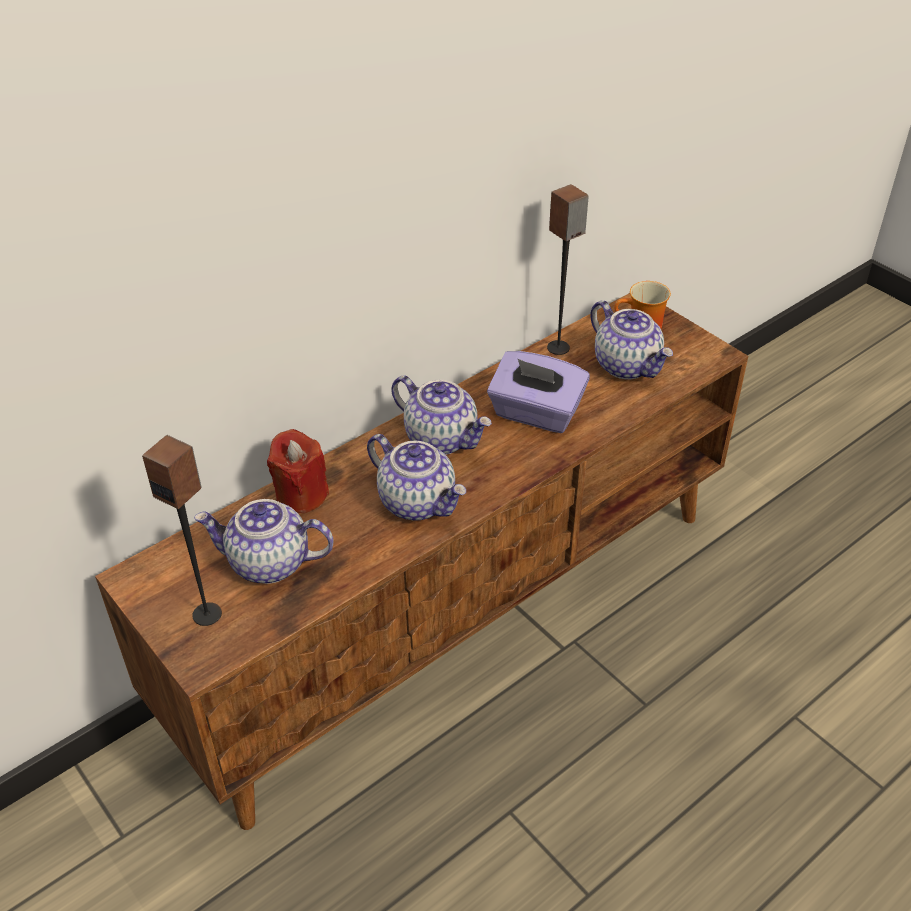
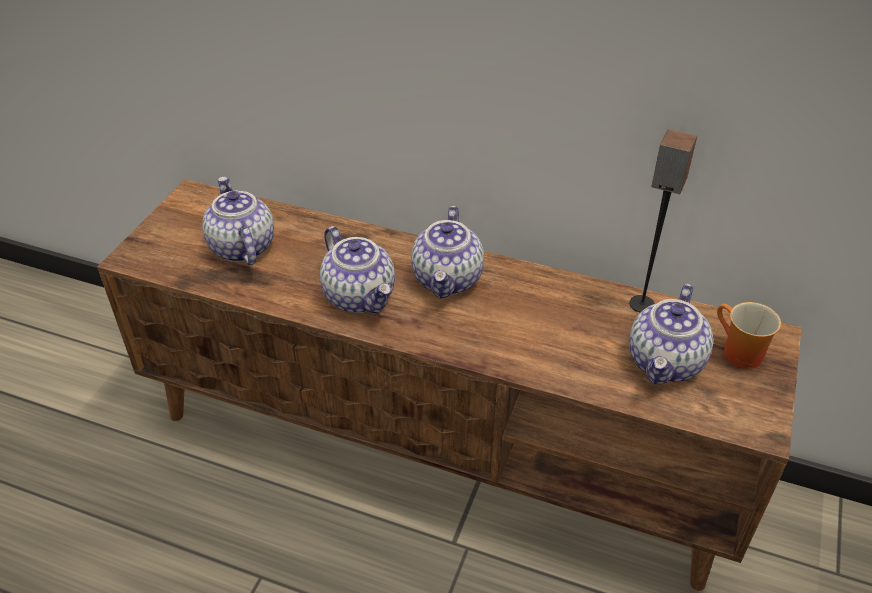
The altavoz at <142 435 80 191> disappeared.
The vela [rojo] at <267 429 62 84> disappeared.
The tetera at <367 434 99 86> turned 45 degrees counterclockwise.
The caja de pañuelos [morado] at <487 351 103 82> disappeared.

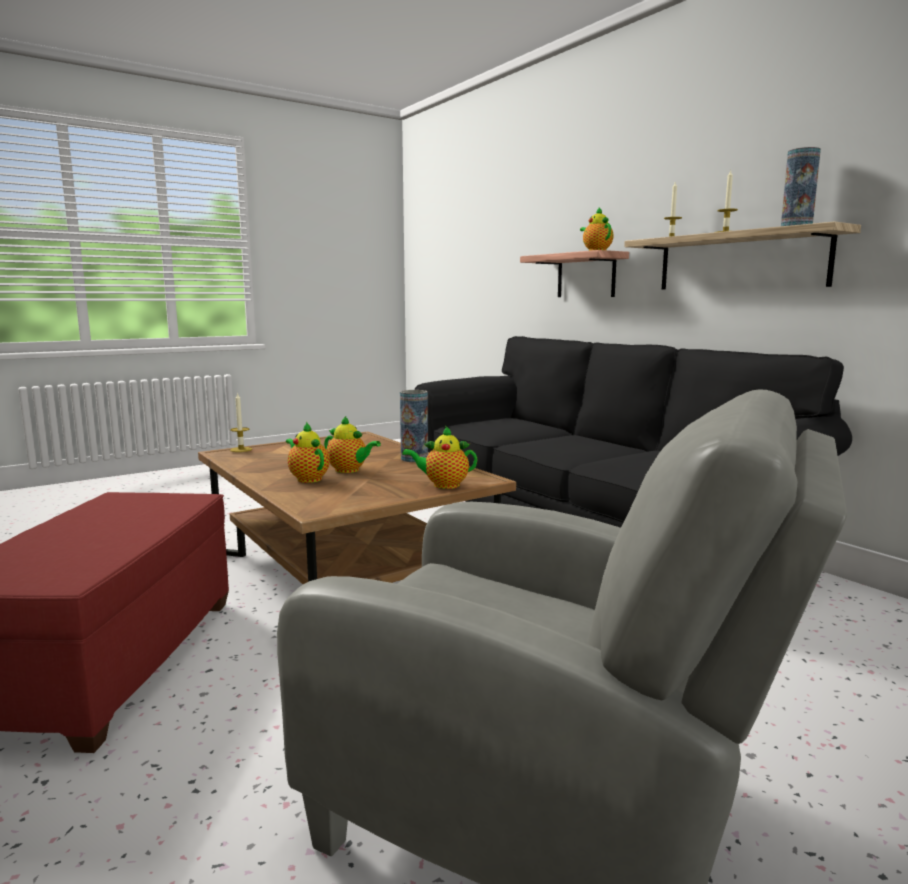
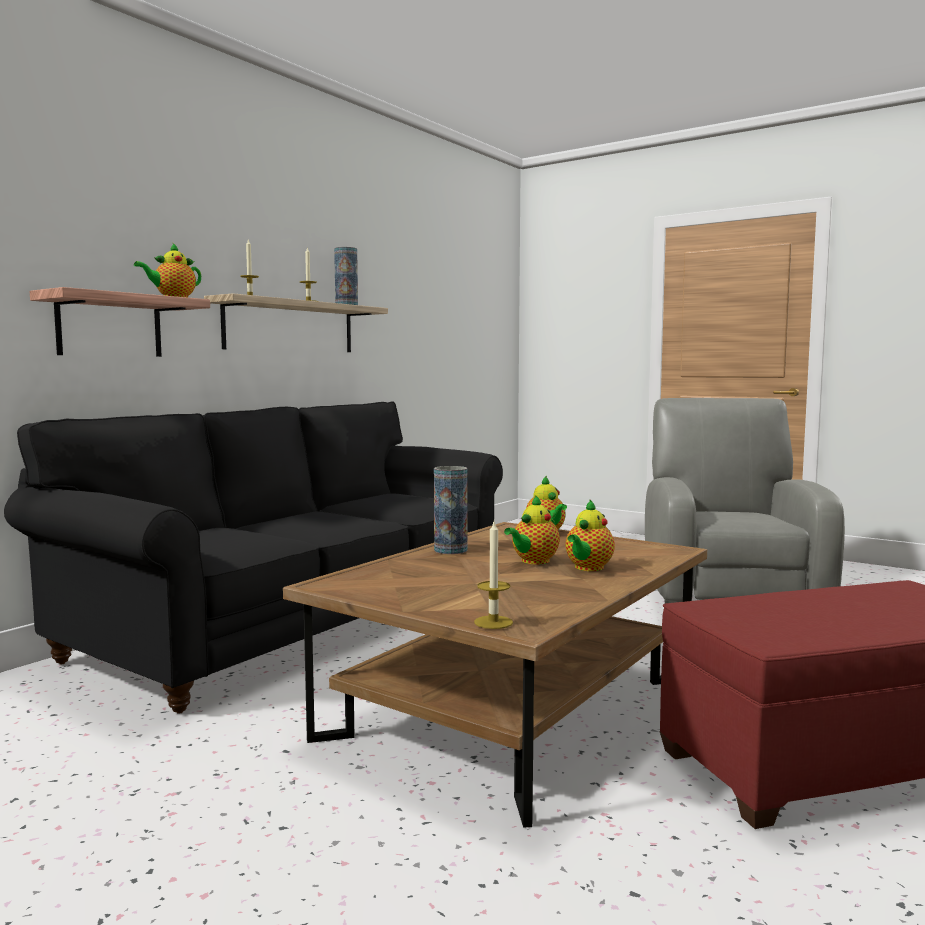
The tetera at <324 416 57 57> turned 150 degrees counterclockwise.

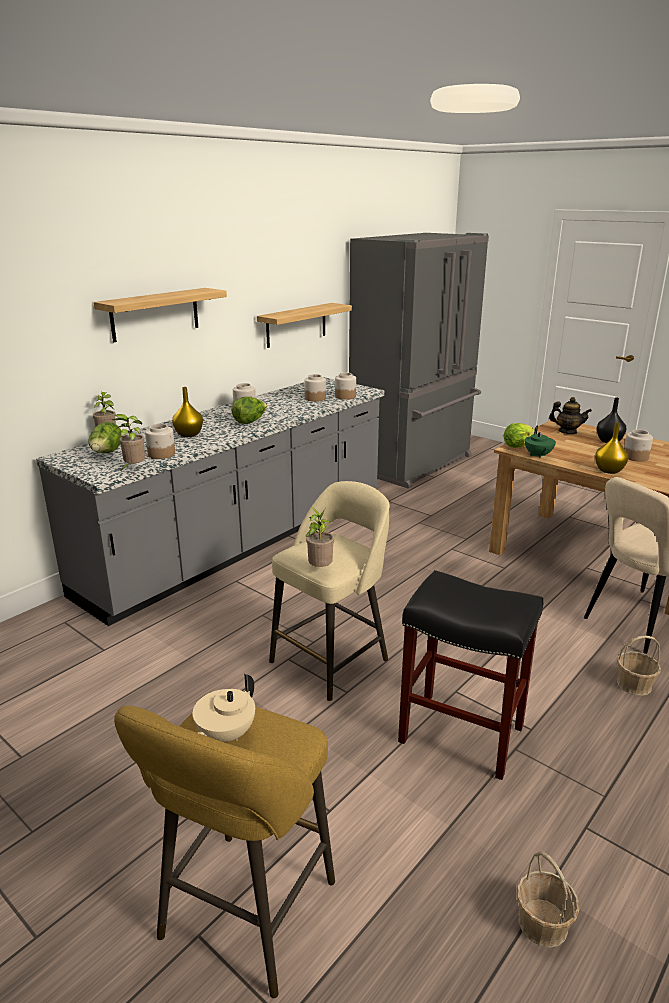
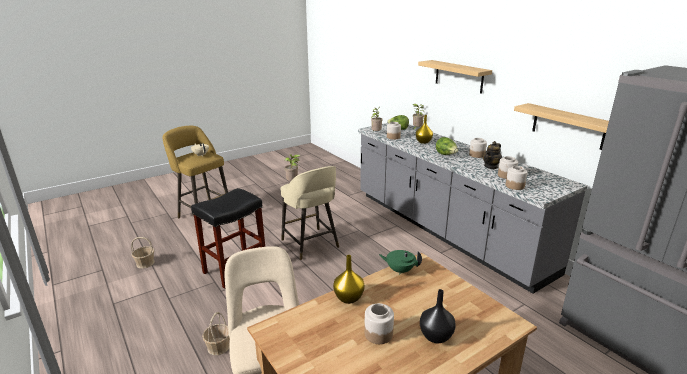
The lechuga at <503 423 32 25> disappeared.
The tetera moved from <549 397 43 37> to <482 141 20 28>.

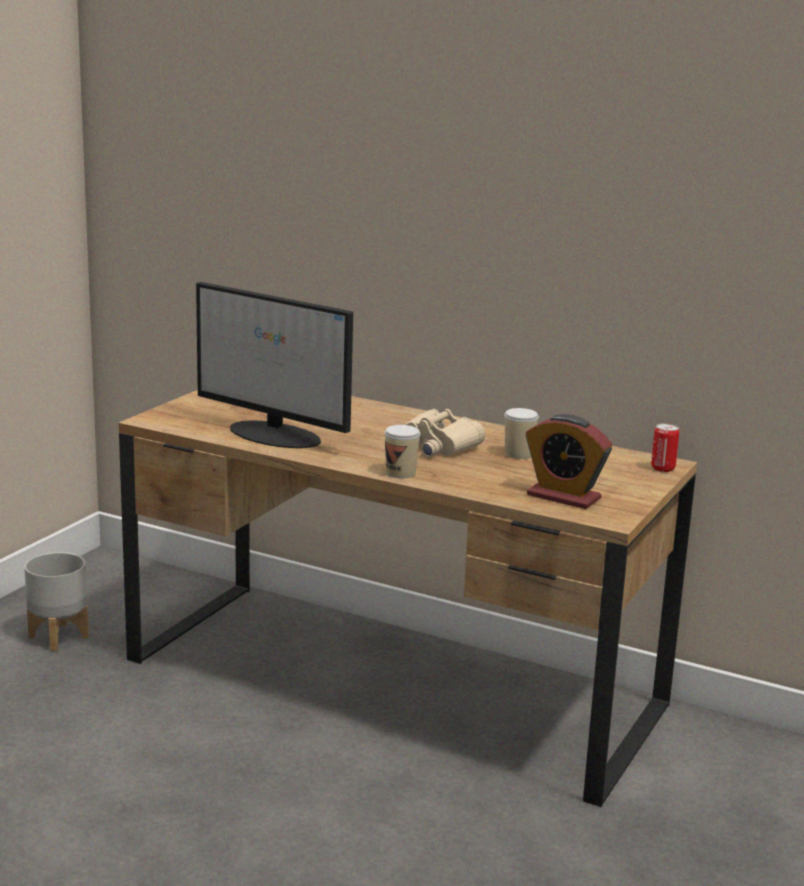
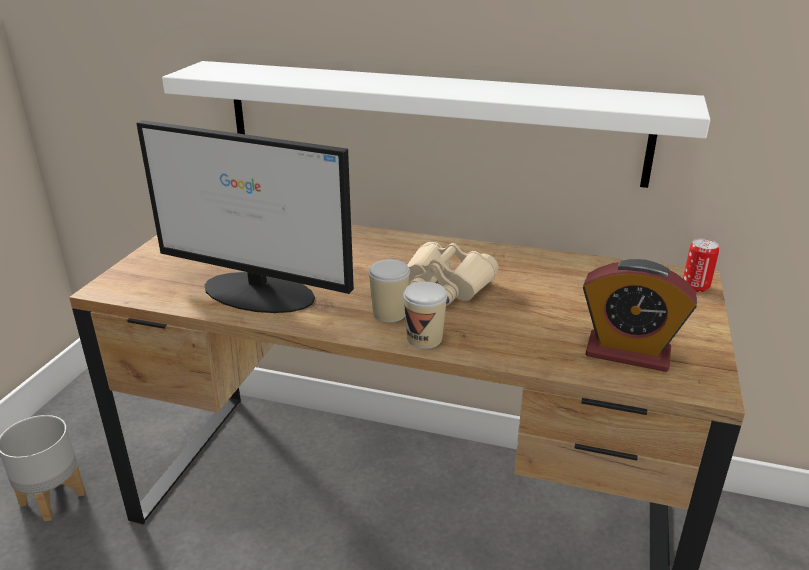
The taza moved from <504 408 35 51> to <368 259 42 63>.
The estante [blanco] at <162 61 548 127> appeared.

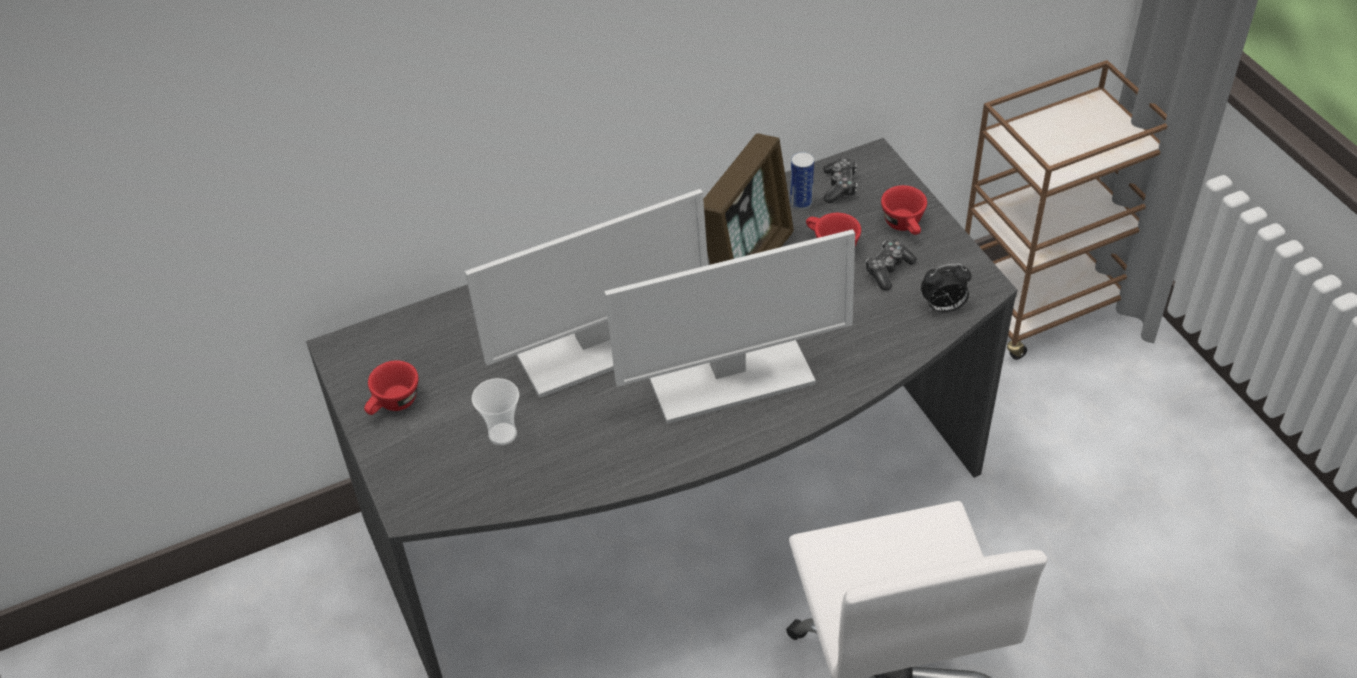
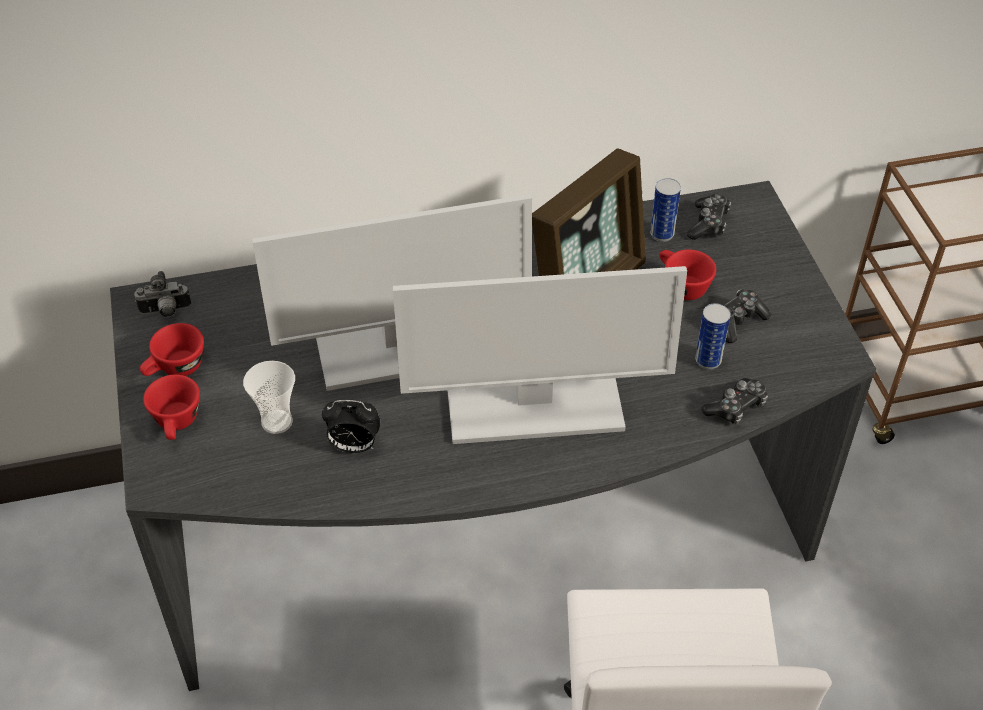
The taza [rojo] moved from <881 185 46 50> to <143 375 57 65>.
The despertador moved from <921 264 51 48> to <322 400 58 53>.
The cámara at <134 271 57 46> appeared.
The lata at <695 303 36 67> appeared.
The mando de consola at <701 378 67 46> appeared.

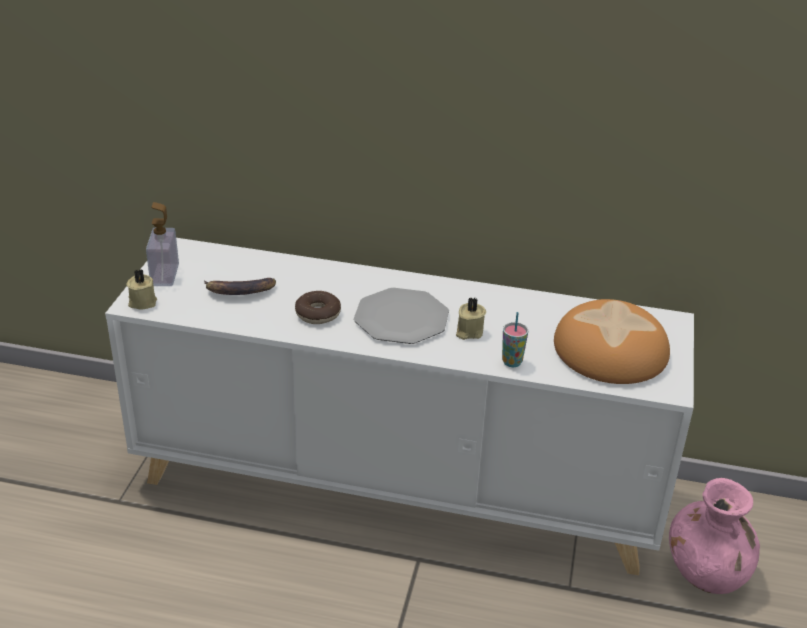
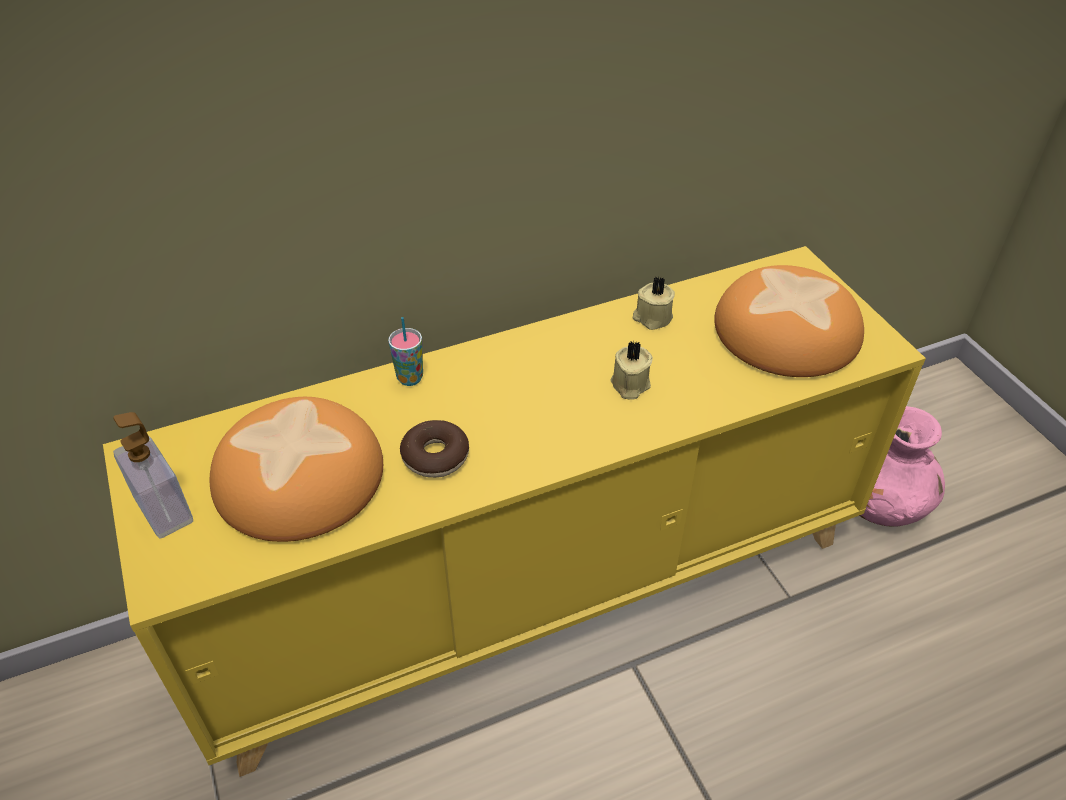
The armario [blanco] at <105 238 589 338> became the armario [amarillo] at <103 246 823 531>.
The vela [beis] moved from <126 269 31 41> to <633 277 42 53>.
The plátano at <204 278 72 17> was replaced by the pan at <210 397 173 145>.
The plato at <354 288 95 56> disappeared.
The taza moved from <502 312 26 55> to <388 317 35 69>.

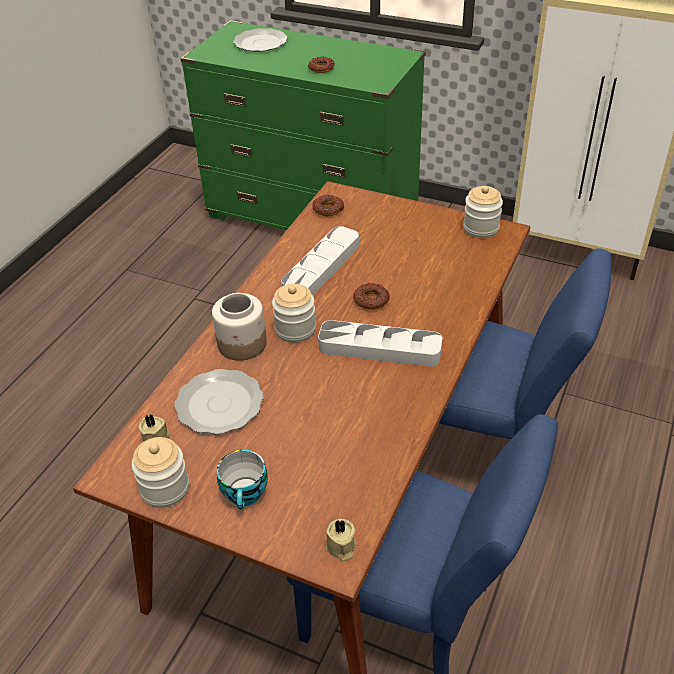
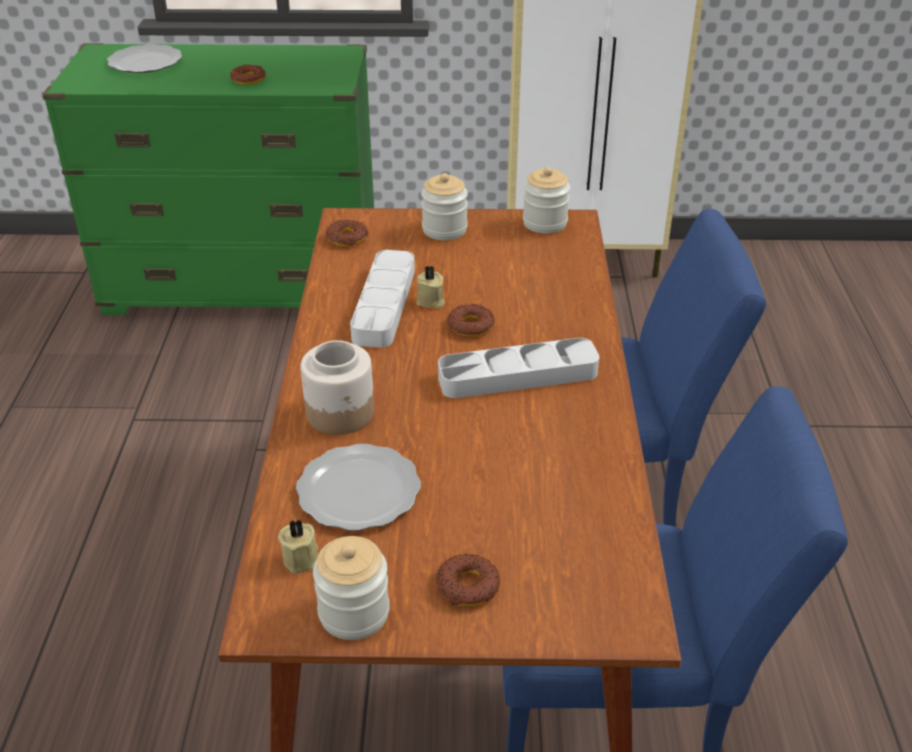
The taza at <217 450 51 60> was replaced by the rosquilla at <436 554 64 52>.
The tarro moved from <272 284 44 59> to <421 173 47 67>.
The vela [beis] moved from <325 519 32 42> to <416 266 29 43>.

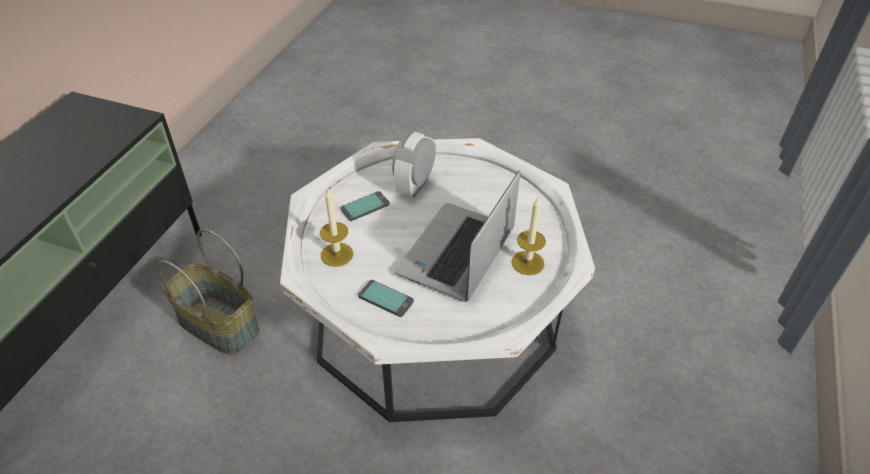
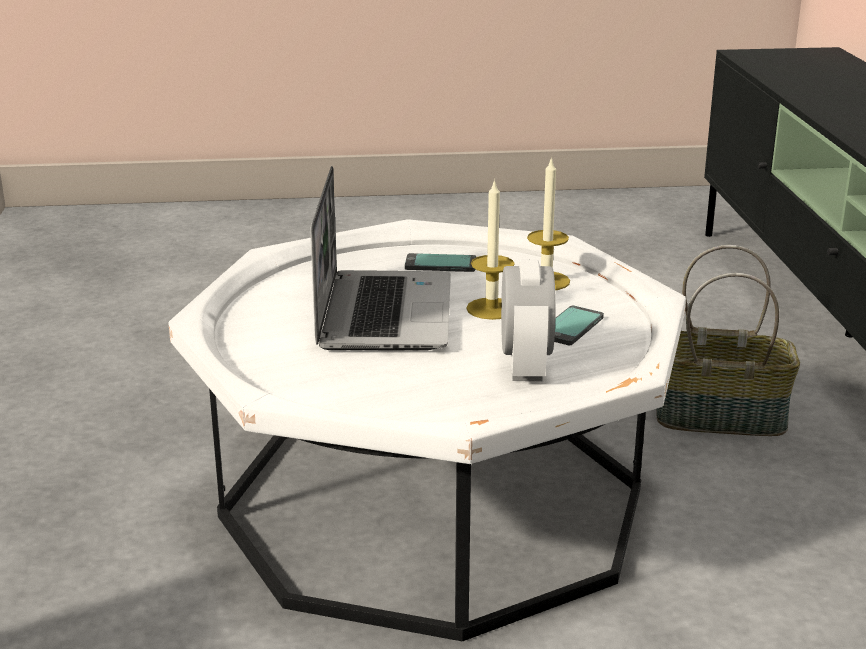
The vela moved from <512 198 34 77> to <466 179 49 141>.

